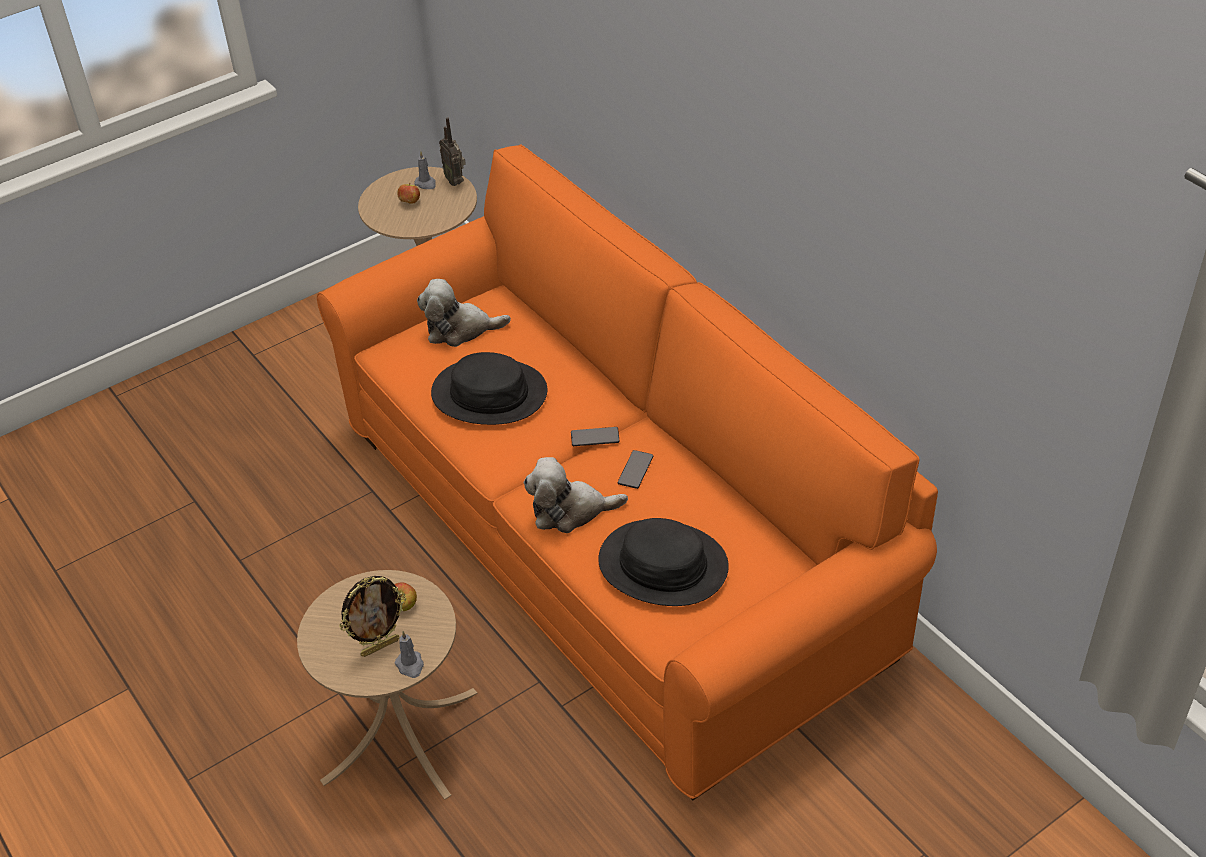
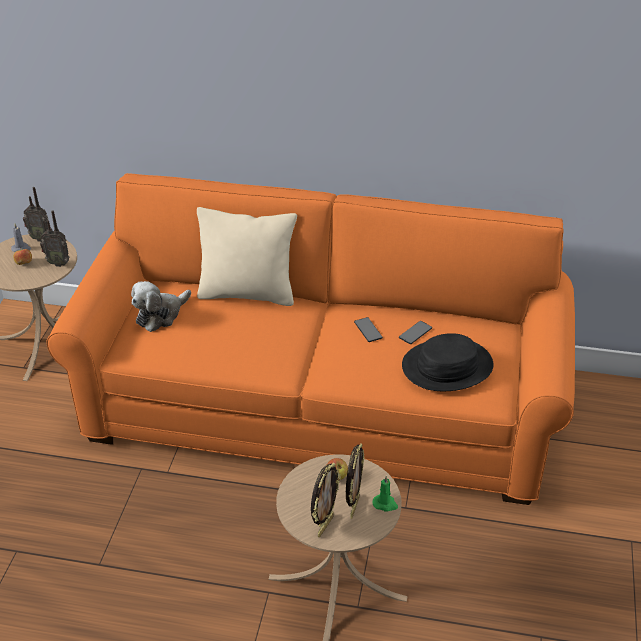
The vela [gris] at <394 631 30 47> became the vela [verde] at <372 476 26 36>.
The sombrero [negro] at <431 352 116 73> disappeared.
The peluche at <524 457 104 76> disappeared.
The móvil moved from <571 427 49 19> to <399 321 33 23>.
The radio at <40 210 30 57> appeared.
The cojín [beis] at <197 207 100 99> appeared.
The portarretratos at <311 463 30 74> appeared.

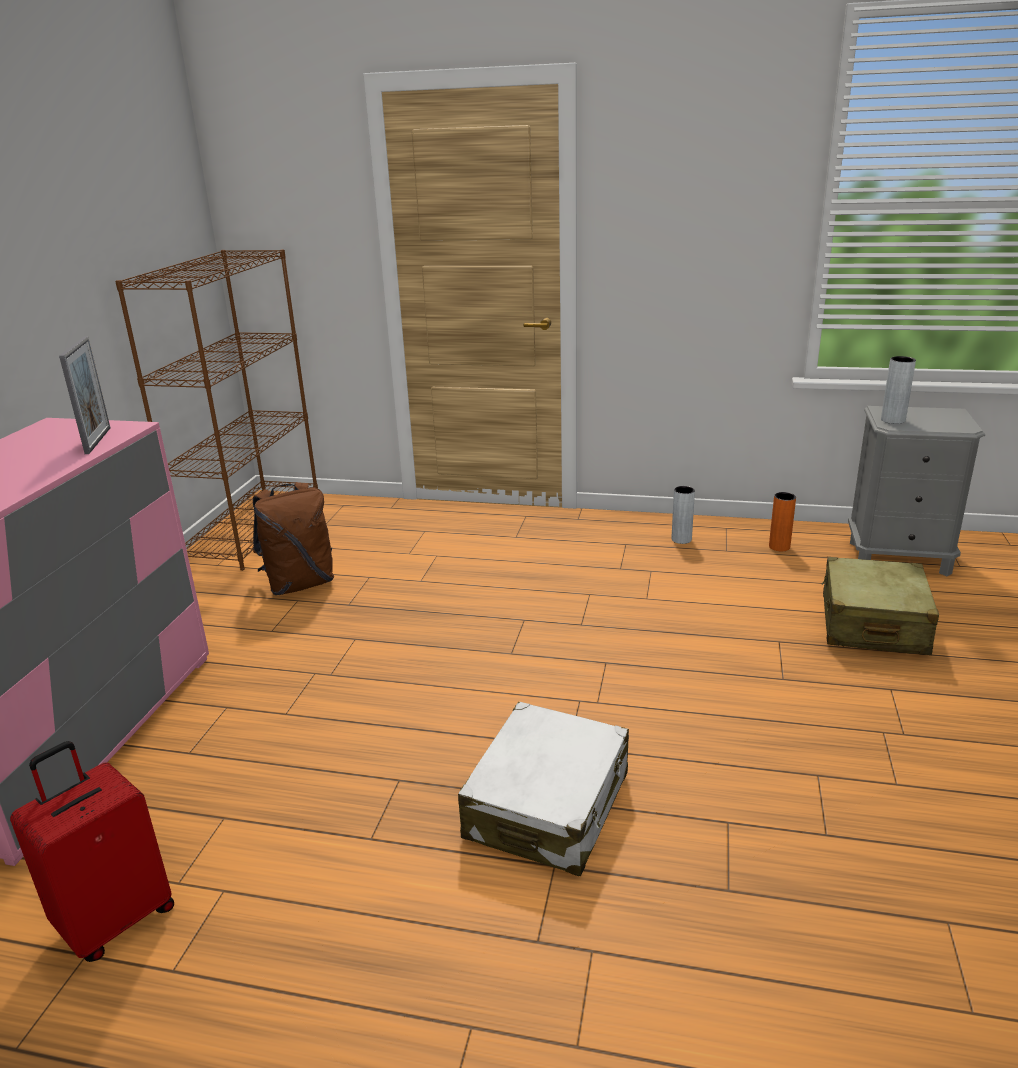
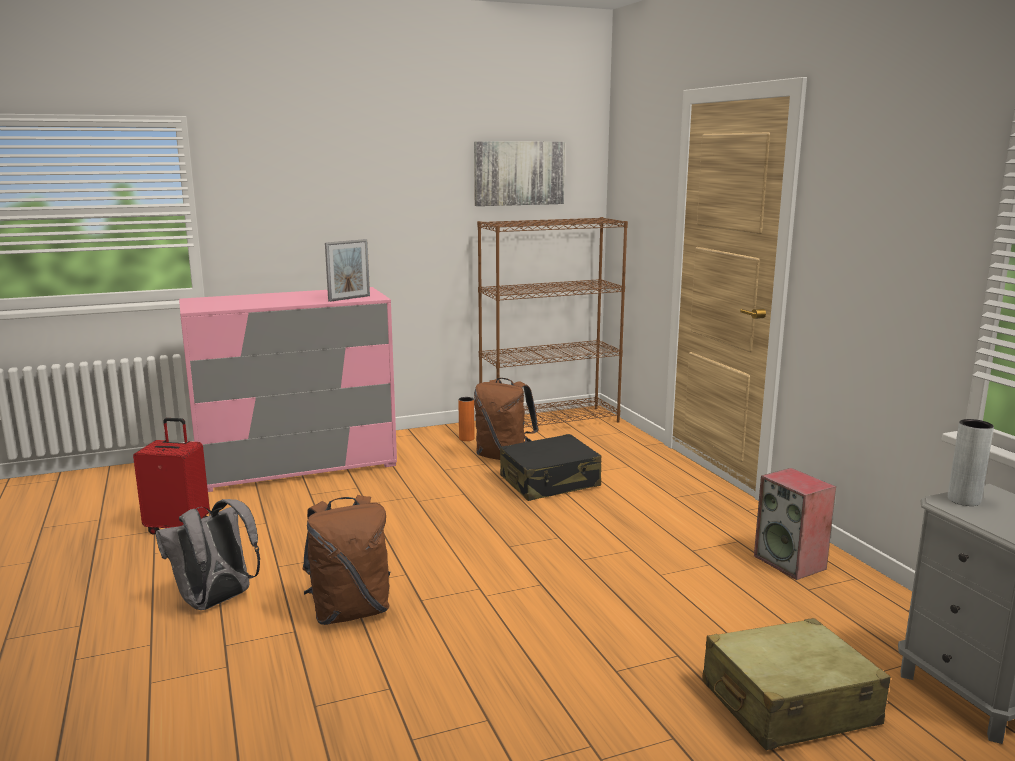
The maleta [blanco] at <458 702 171 174> was replaced by the mochila [marrón] at <302 495 88 130>.
The florero [gris] at <672 486 23 58> was replaced by the altavoz at <754 468 82 112>.
The florero [naranja] moved from <769 492 27 59> to <458 397 17 44>.
The mochila [gris] at <156 499 104 111> appeared.
The cuadro at <474 141 91 65> appeared.
The maleta [negro] at <500 434 101 67> appeared.

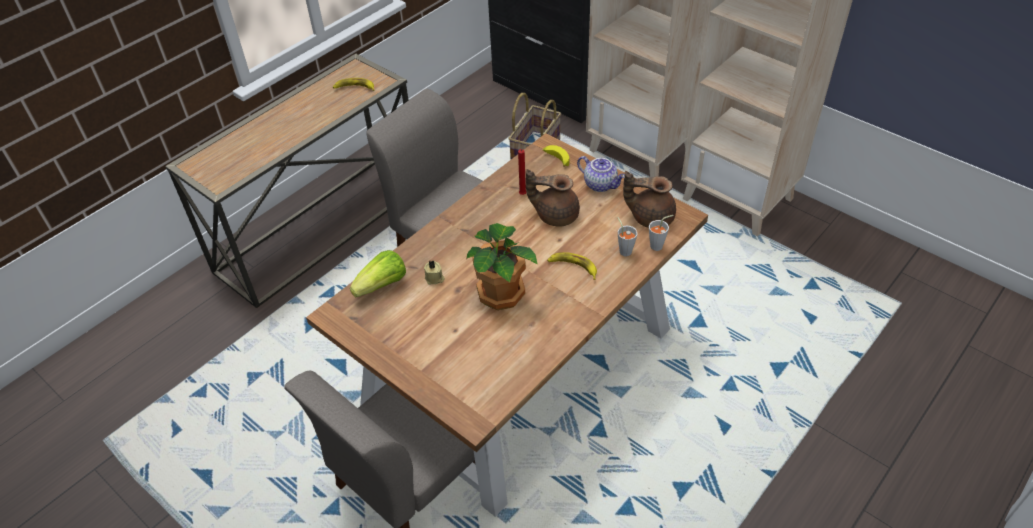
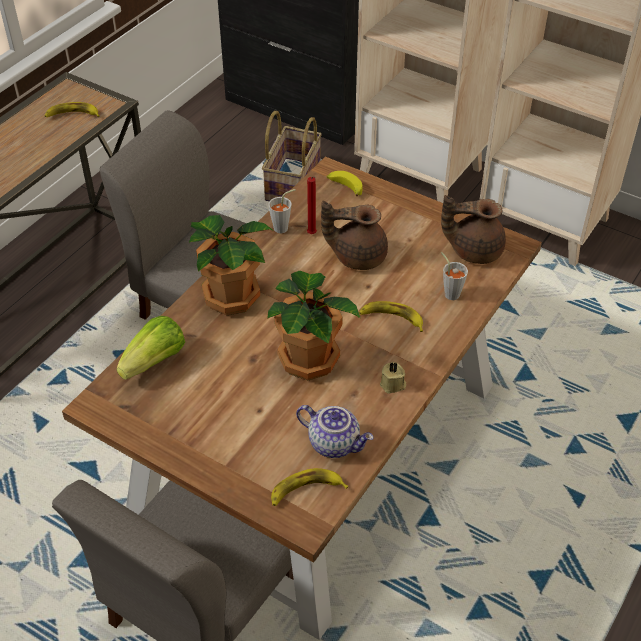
The vela [beis] moved from <424 261 20 24> to <380 362 26 32>.
The tetera moved from <577 156 48 36> to <296 405 78 53>.
The taza [gris] moved from <649 215 24 36> to <268 189 28 44>.
The planta en maceta at <189 215 85 100> appeared.
The plátano at <271 468 77 38> appeared.

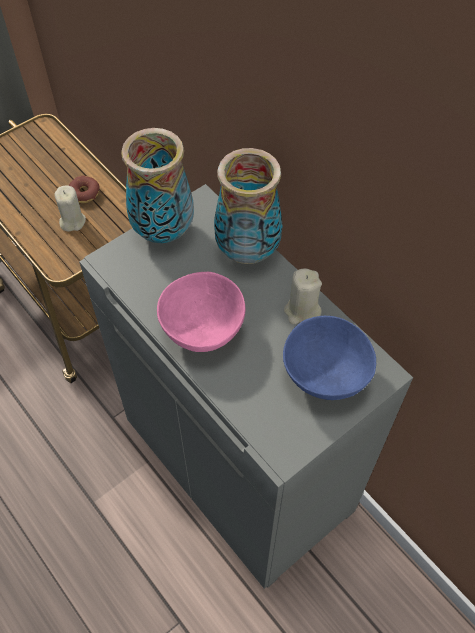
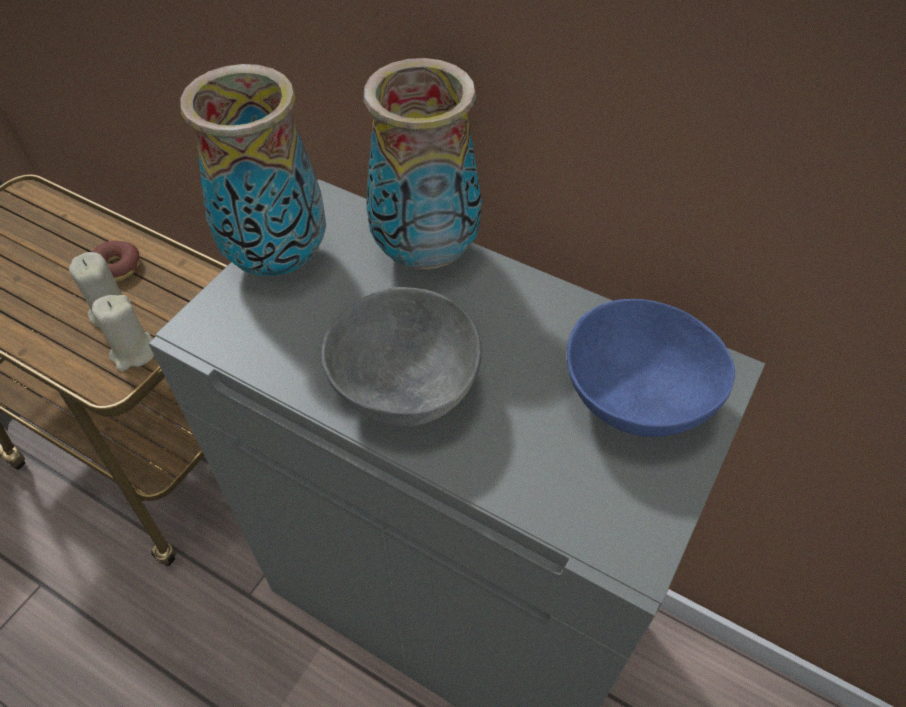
The cuenco [rosa] at <157 272 88 80> became the cuenco [gris] at <322 287 159 139>.
The vela [beis] moved from <284 268 38 56> to <92 295 62 76>.

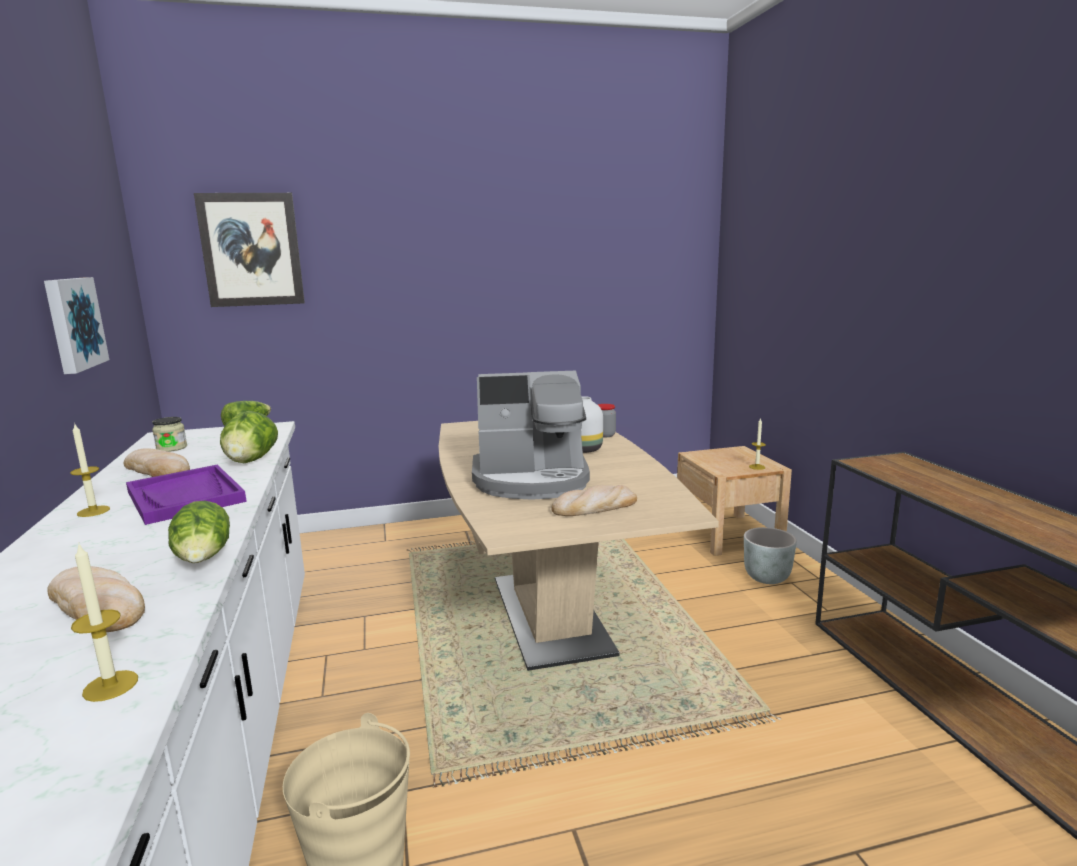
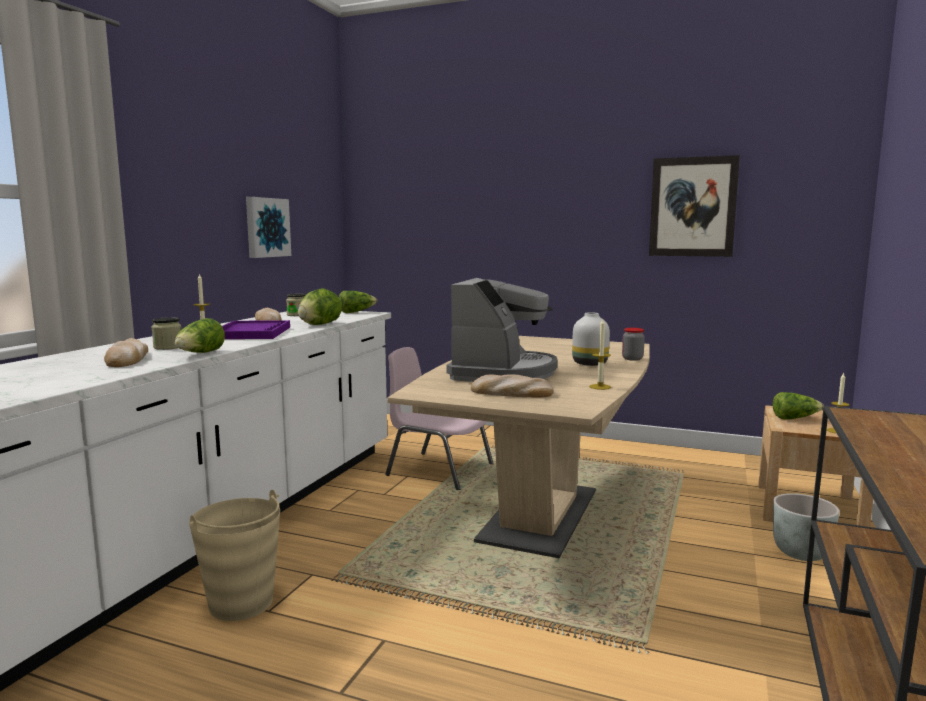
The vela moved from <71 542 67 160> to <589 319 22 71>.
The cuadro moved from <194 193 111 114> to <649 155 91 102>.
The cafetera at <472 371 118 129> turned 105 degrees counterclockwise.
The tarro at <151 317 30 33> appeared.
The silla [rosa] at <385 347 108 143> appeared.
The lechuga at <773 392 51 28> appeared.

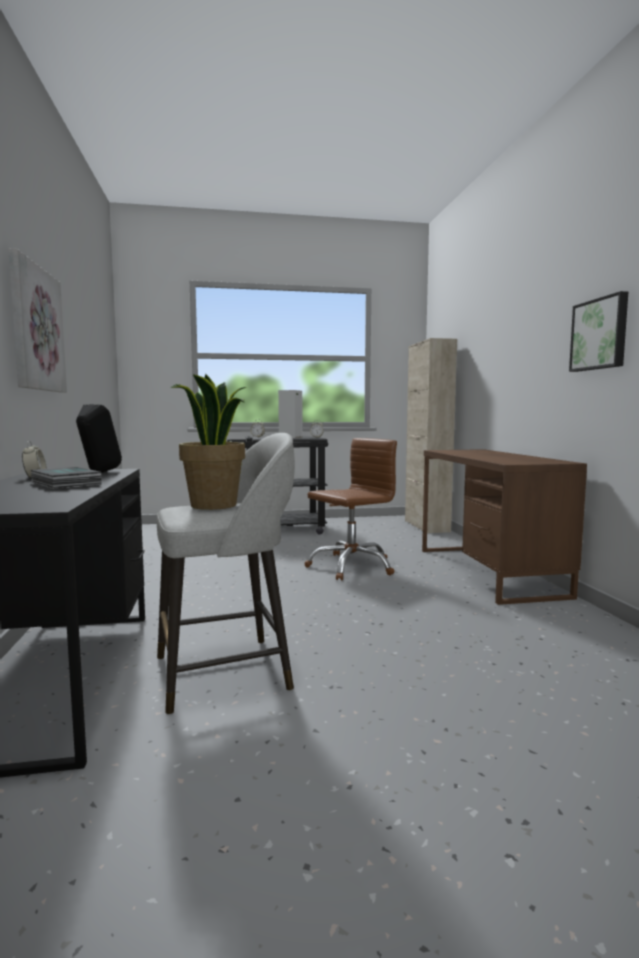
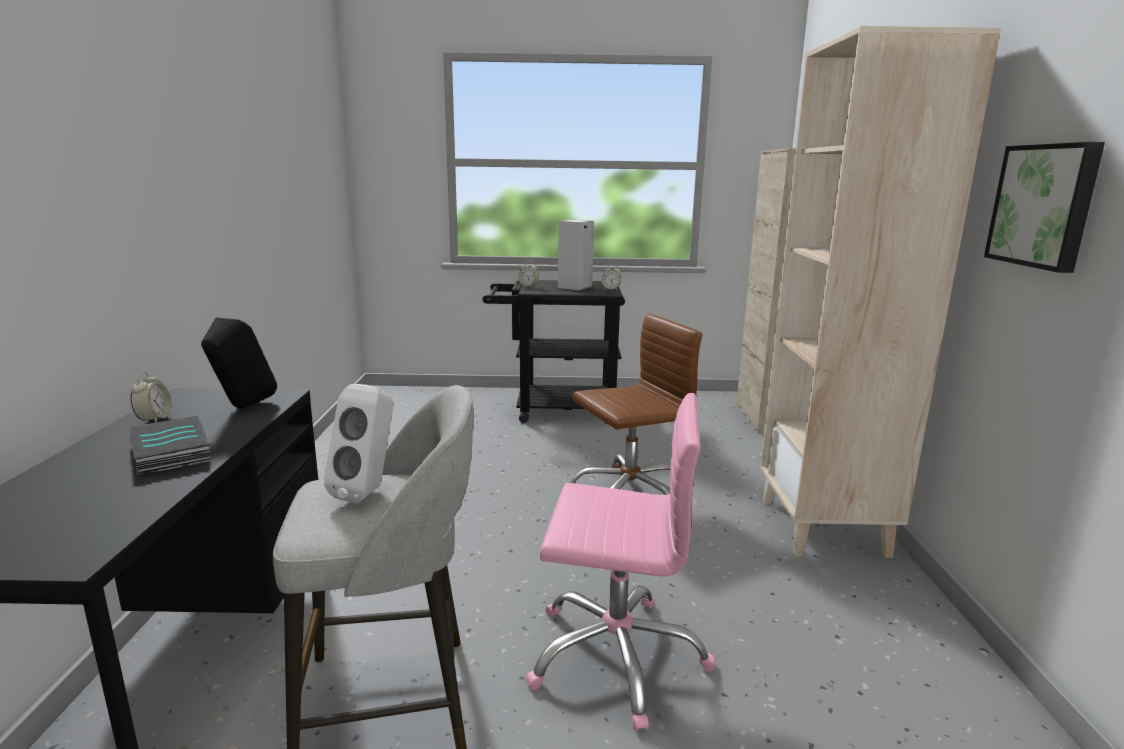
The cuadro at <8 248 59 145> disappeared.
The planta en maceta at <170 374 76 136> was replaced by the altavoz [blanco] at <324 384 70 120>.
The escritorio [marrón] at <422 449 165 156> was replaced by the estantería [beis] at <760 26 241 532>.
The silla de oficina [rosa] at <525 393 191 338> appeared.

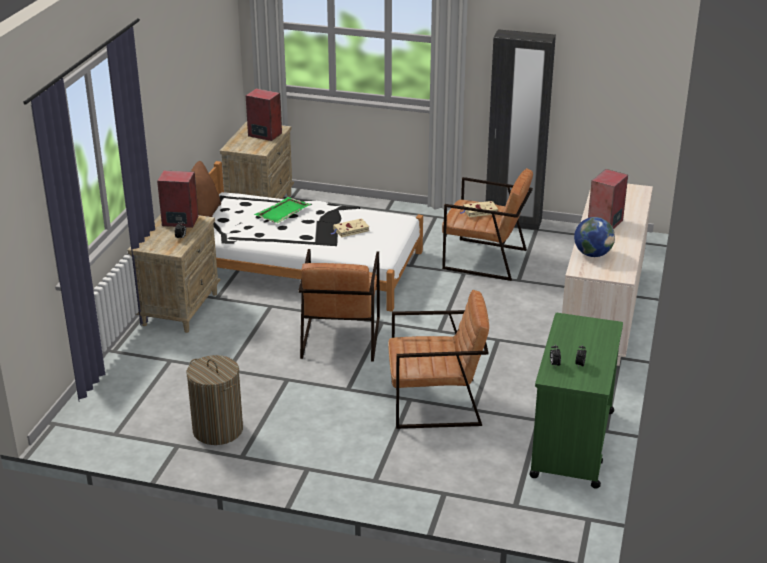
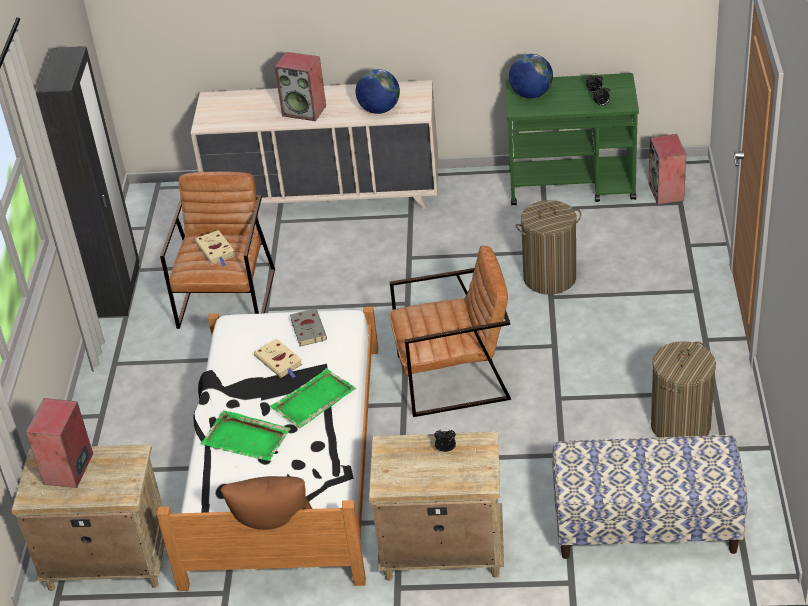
The altavoz moved from <157 170 42 58> to <648 134 39 71>.
The sillón [marrón] at <388 290 101 139> was replaced by the cesto de la ropa at <516 200 65 95>.
The bandeja [verde] at <270 368 86 60> appeared.
The libro [gris] at <290 309 37 38> appeared.
The globo terráqueo at <509 54 44 44> appeared.
The banco at <552 435 196 124> appeared.

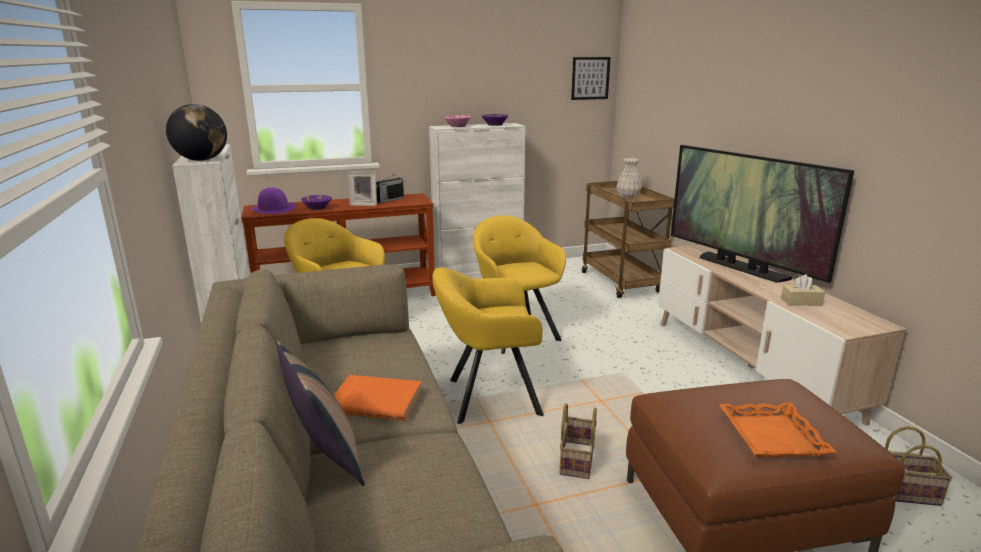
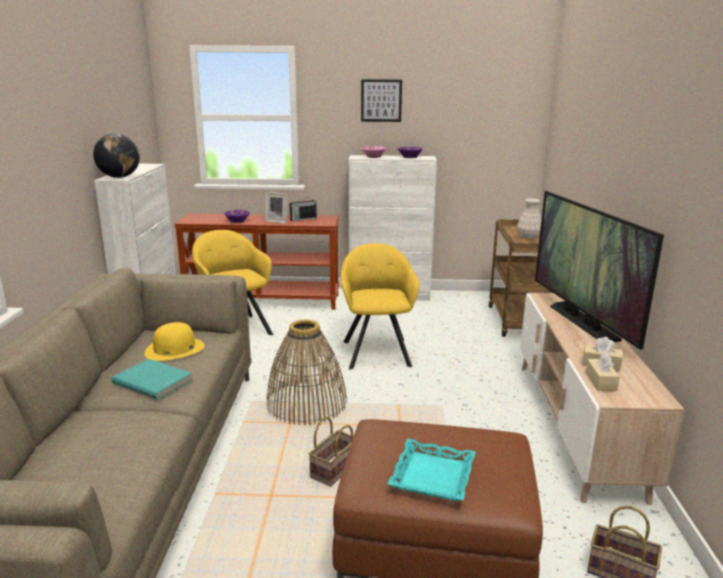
The sombrero [morado] at <251 188 44 26> disappeared.
The cojín at <276 340 89 146> disappeared.
The libro [naranja] at <334 375 88 46> became the libro [turquesa] at <112 359 81 41>.
The sillón [amarillo] at <432 267 112 157> was replaced by the cesta at <266 319 81 106>.
The cuadro moved from <571 57 40 43> to <361 79 41 43>.
The bandeja [naranja] at <719 403 118 55> became the bandeja [turquesa] at <387 439 89 62>.
The sombrero [amarillo] at <144 322 60 39> appeared.
The caja de pañuelos [beis] at <586 353 34 38> appeared.

